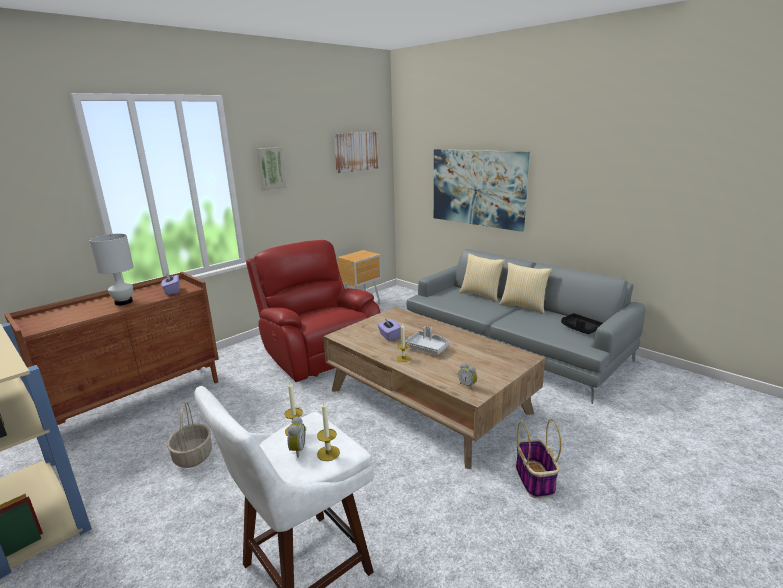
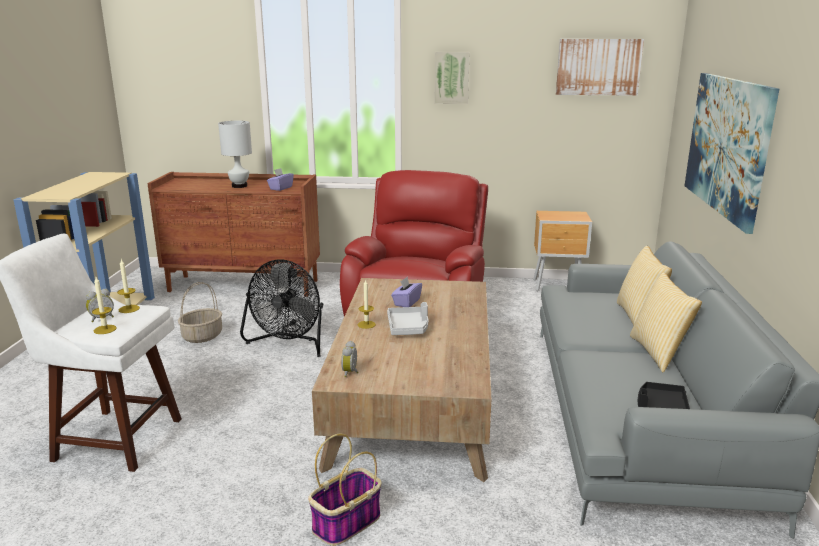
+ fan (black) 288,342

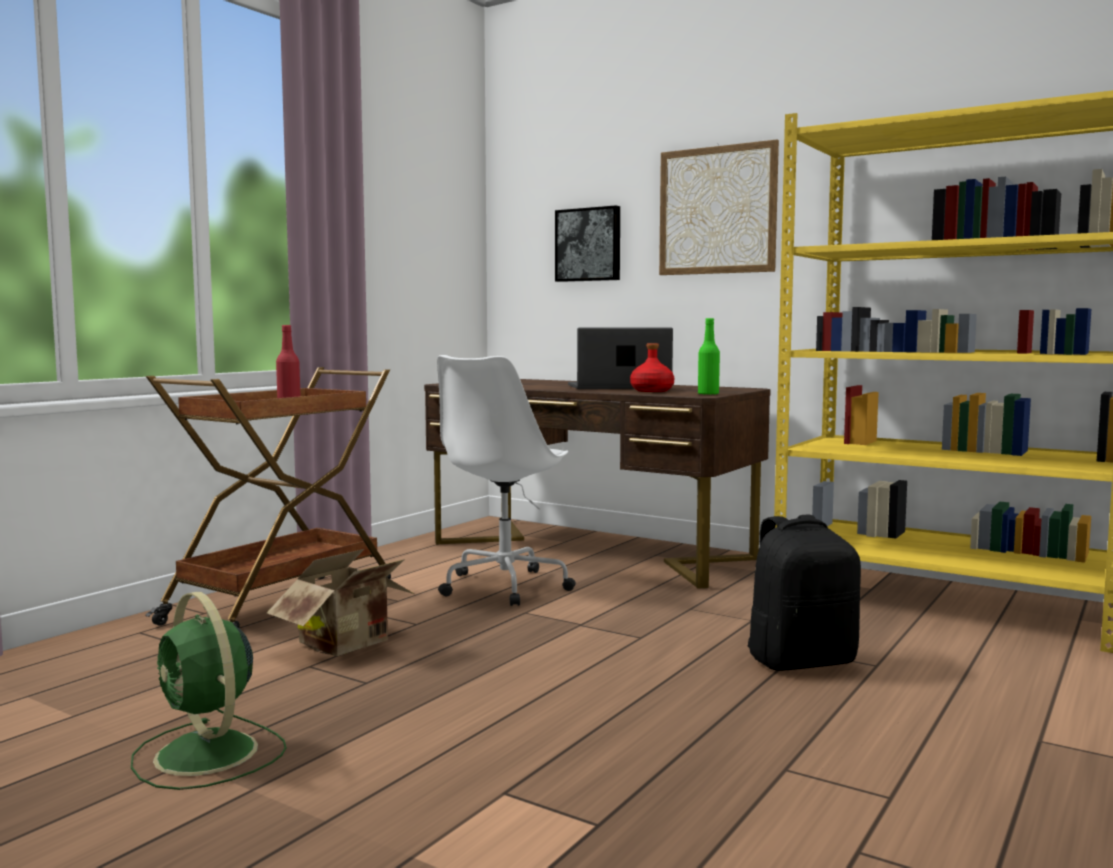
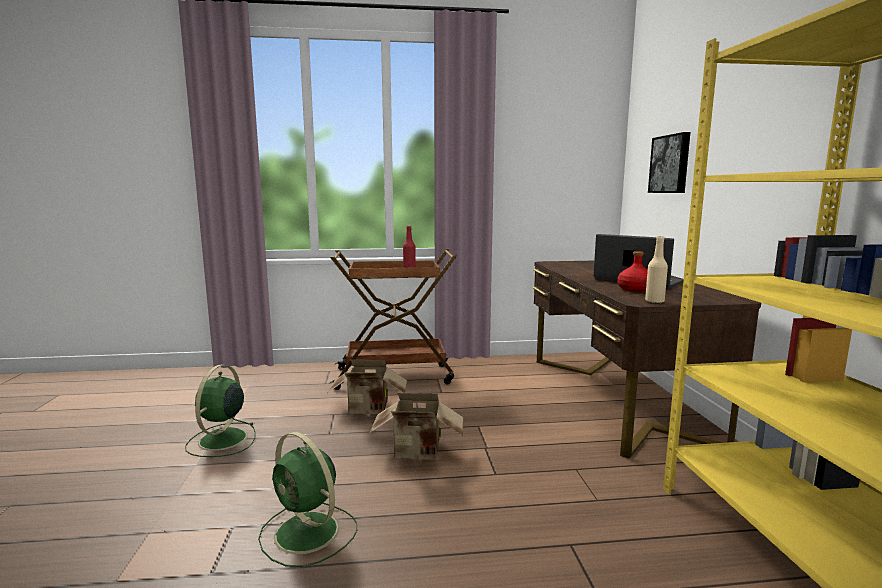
- picture 717,209
~ bottle (green) 708,394 to bottle (beige) 654,301
- office chair (white) 503,588
- backpack (black) 801,660
+ cardboard box 418,452
+ fan (green) 308,533

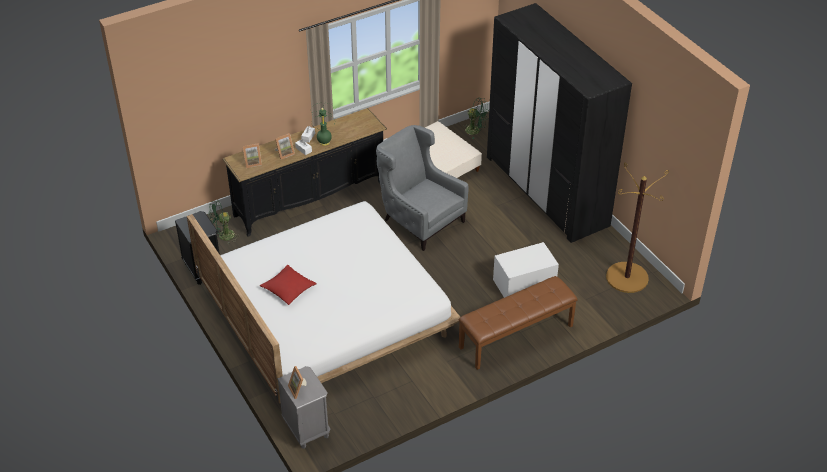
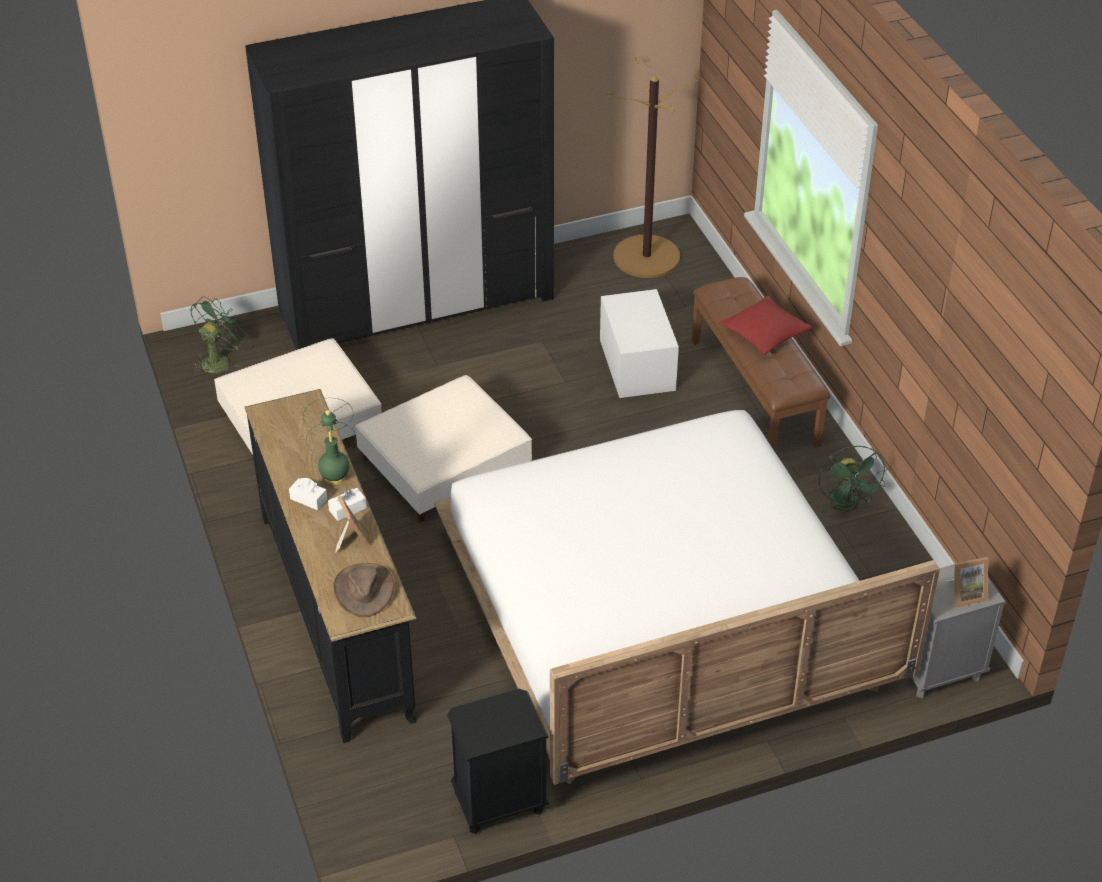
~ armchair (grey) 420,220 to ottoman (beige) 444,465
~ picture frame 252,162 to hat (brown) 364,590
~ fan (green) 223,236 to 847,506
~ pillow (red) 288,289 to 764,333

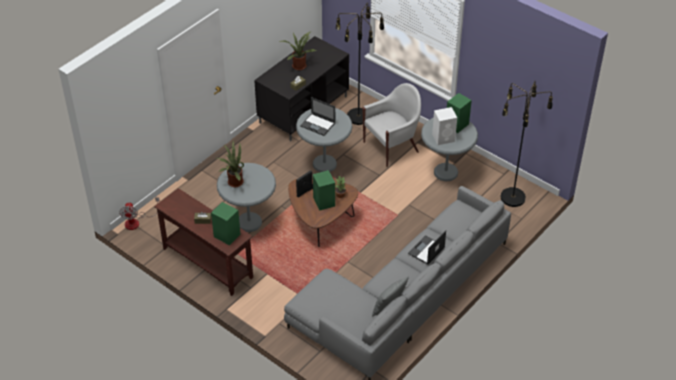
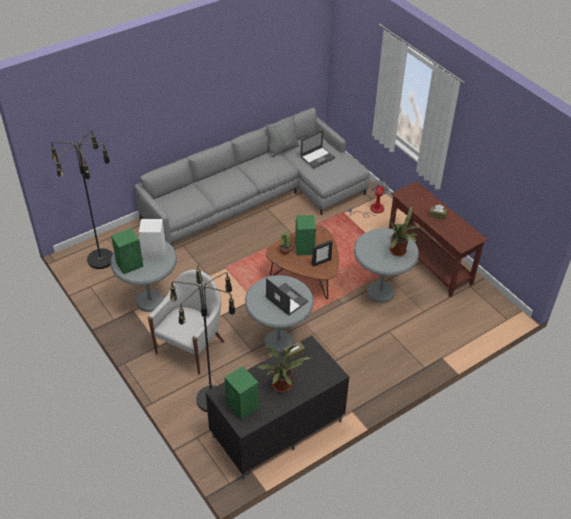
~ armchair (white) 392,147 = 191,347 135 degrees clockwise
~ fan 136,221 to 372,210
~ speaker (green) 226,235 to 242,406
~ laptop 426,250 to 317,157

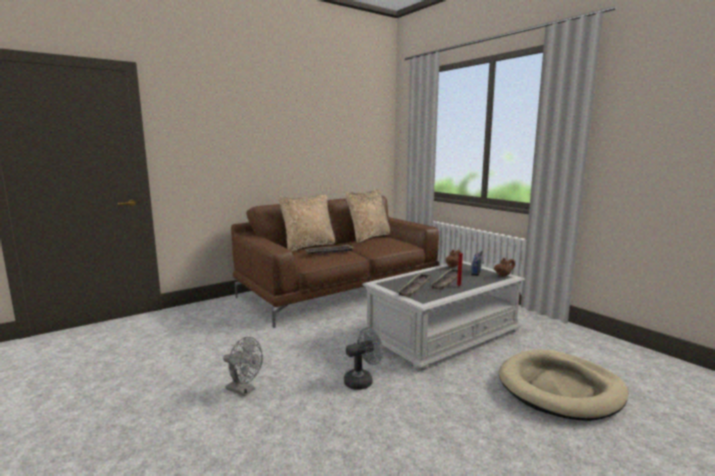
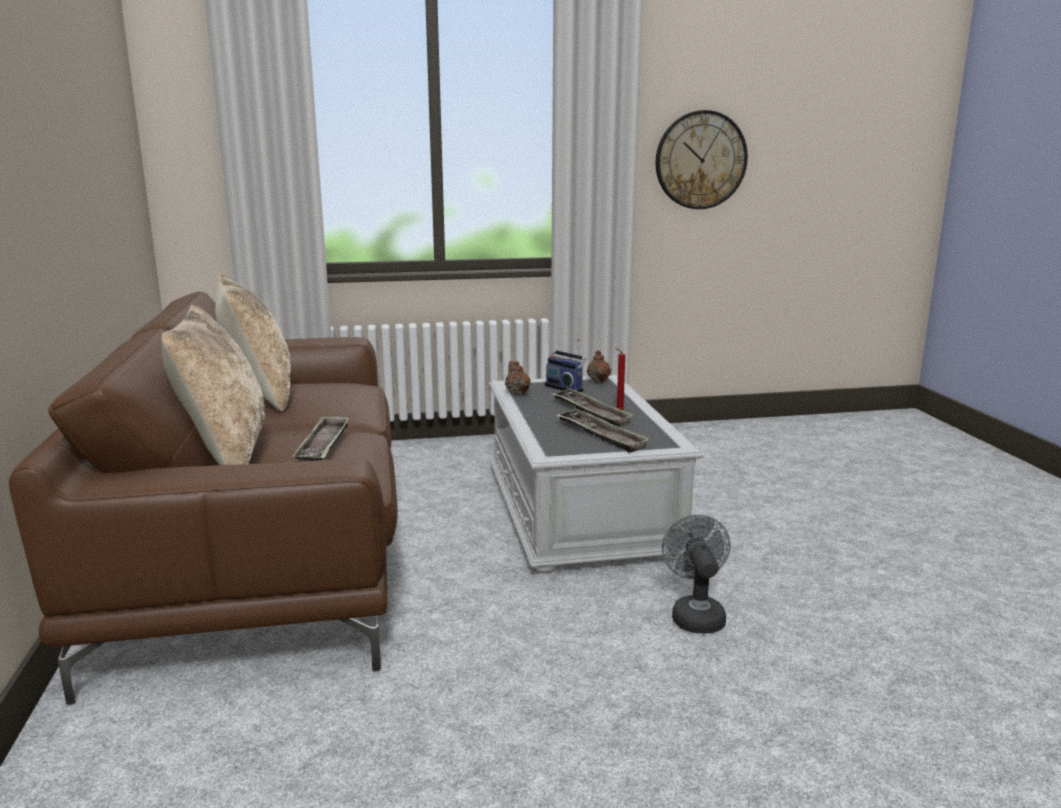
- fan (grey) 244,390
- dog bed (beige) 560,388
+ wall clock 700,160

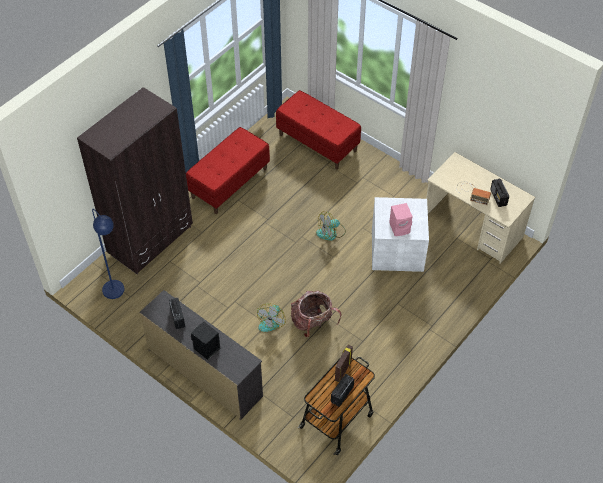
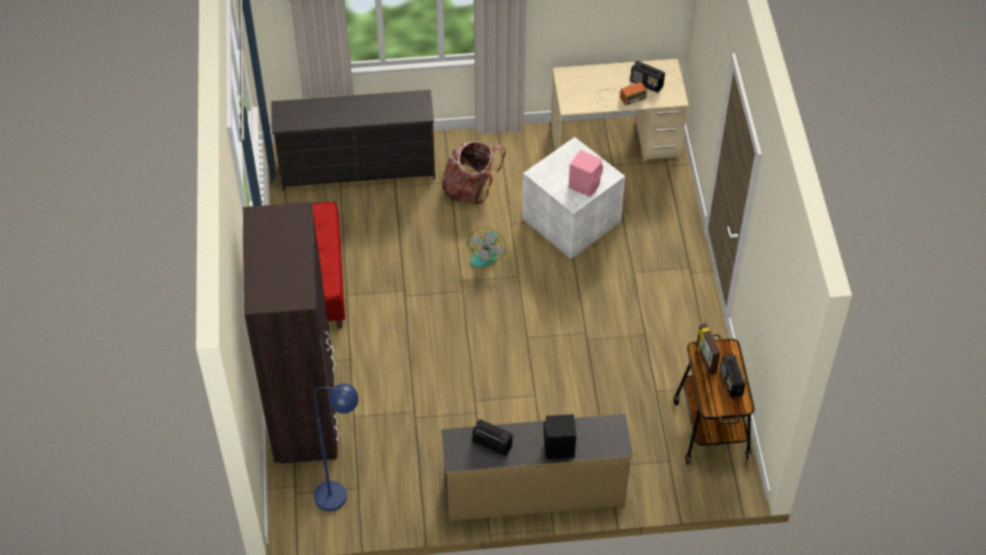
~ bench (red) 318,143 to dresser (black) 357,170
~ backpack 313,323 to 470,188
- fan 271,320

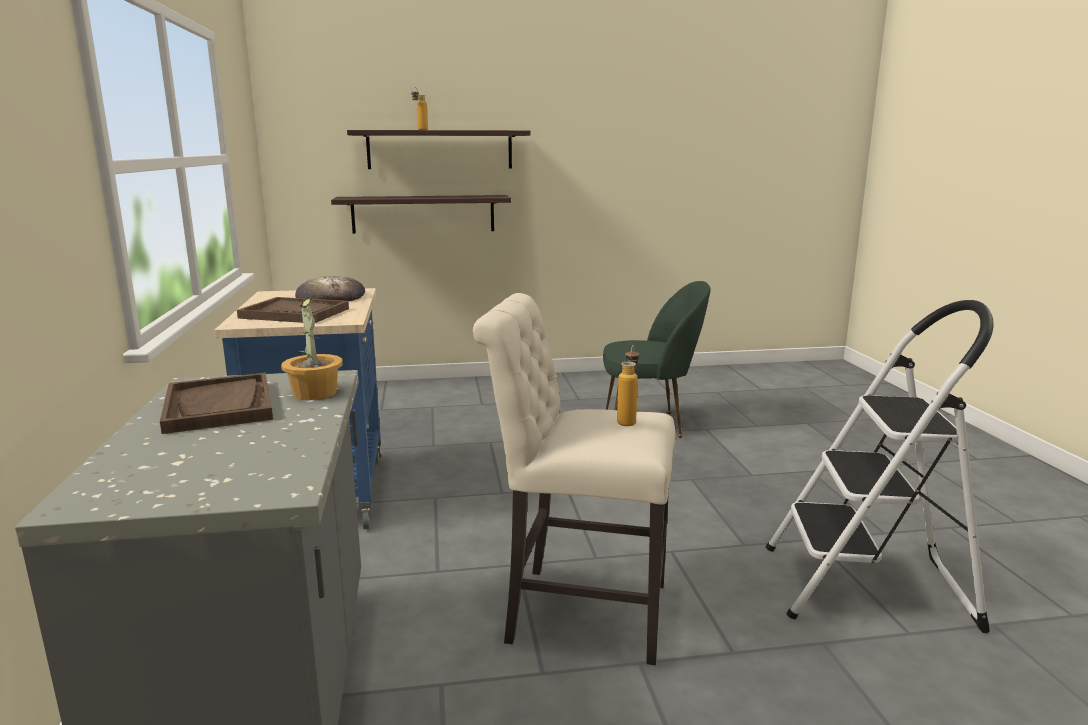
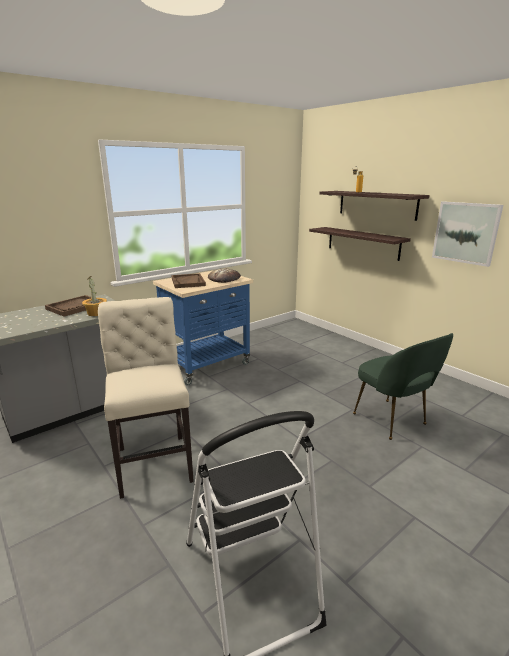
- bottle 628,420
+ picture 466,232

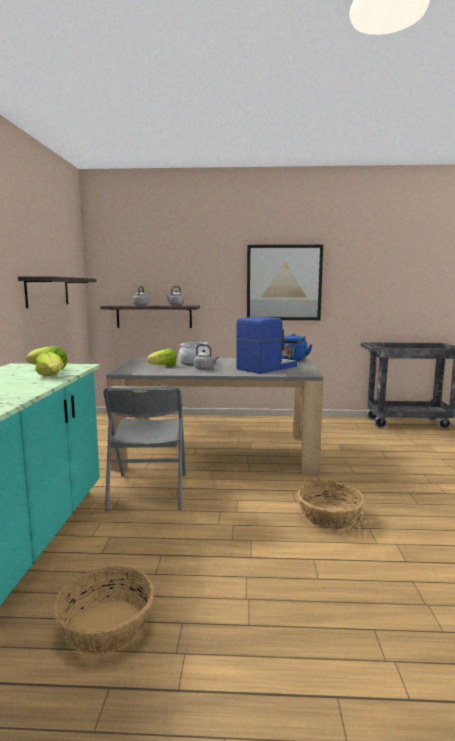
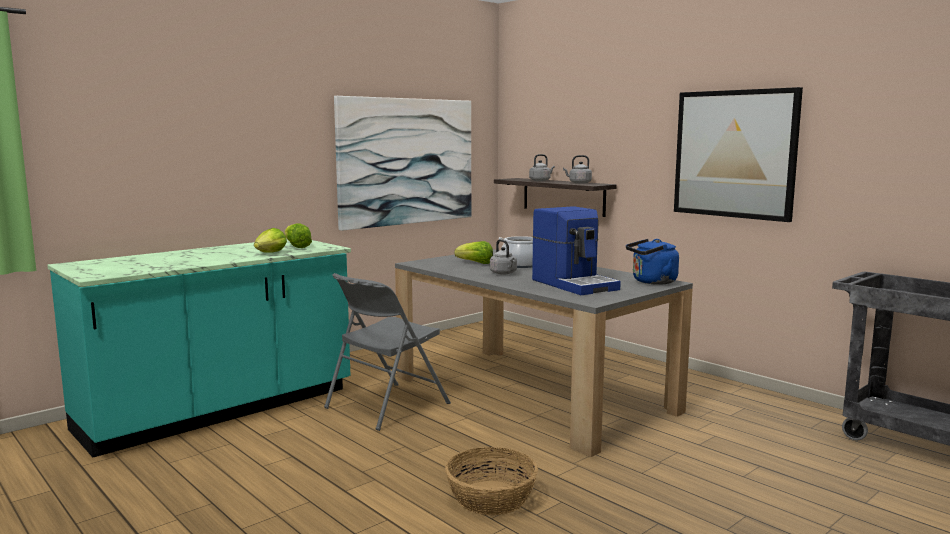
~ shelf 47,292 to picture 407,161
~ coffee machine 265,368 = 574,284 60 degrees clockwise
- basket 105,626

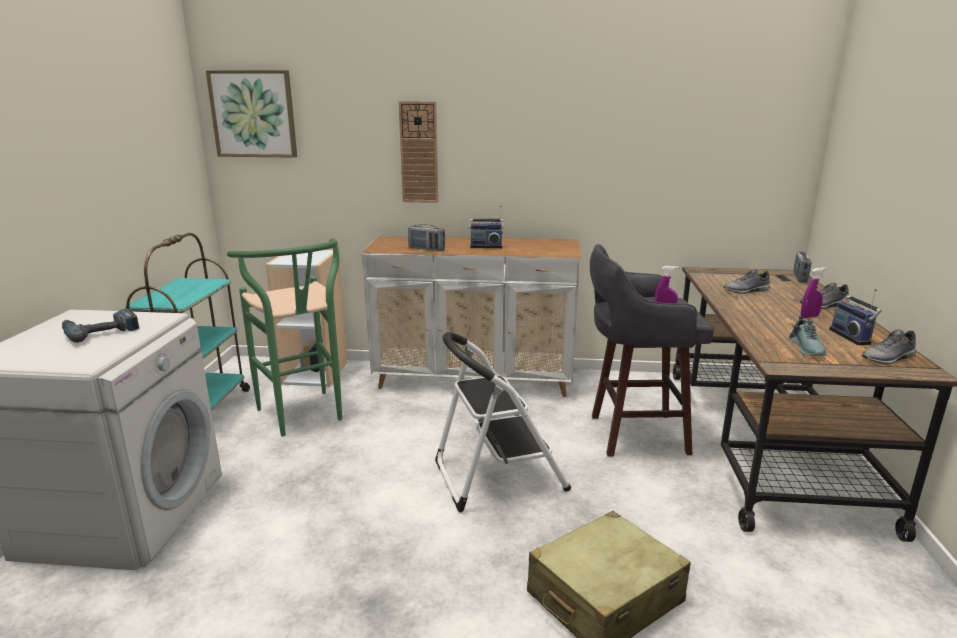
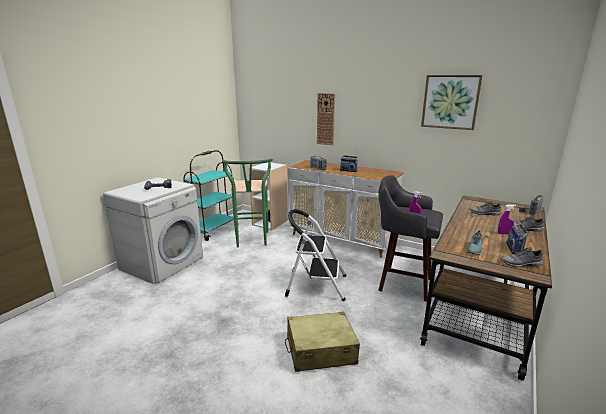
~ picture 253,114 to 450,102

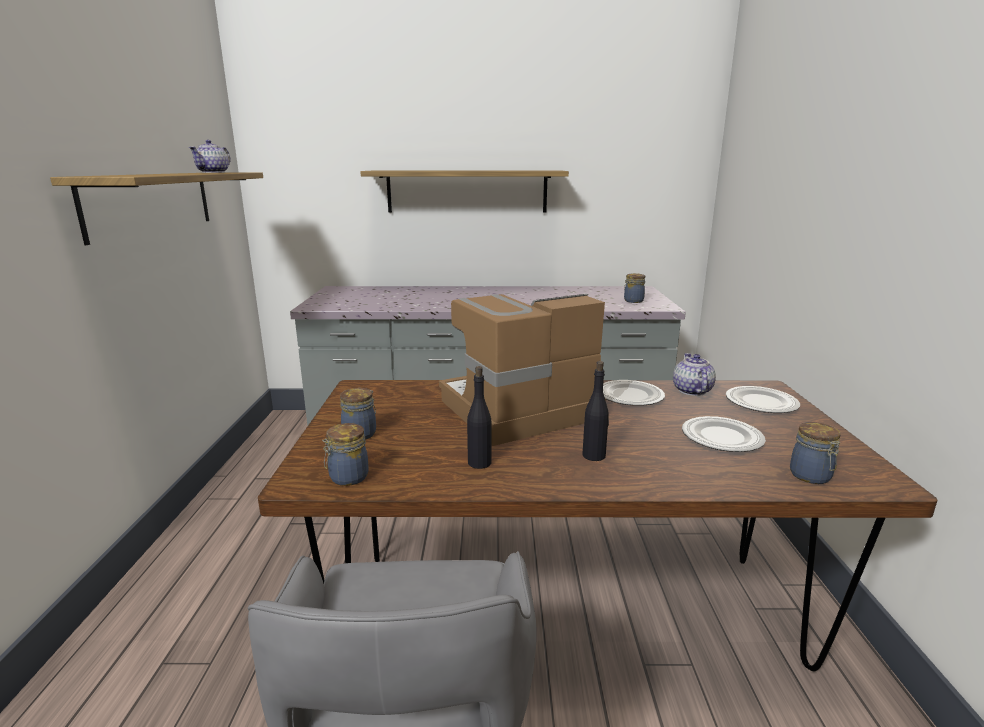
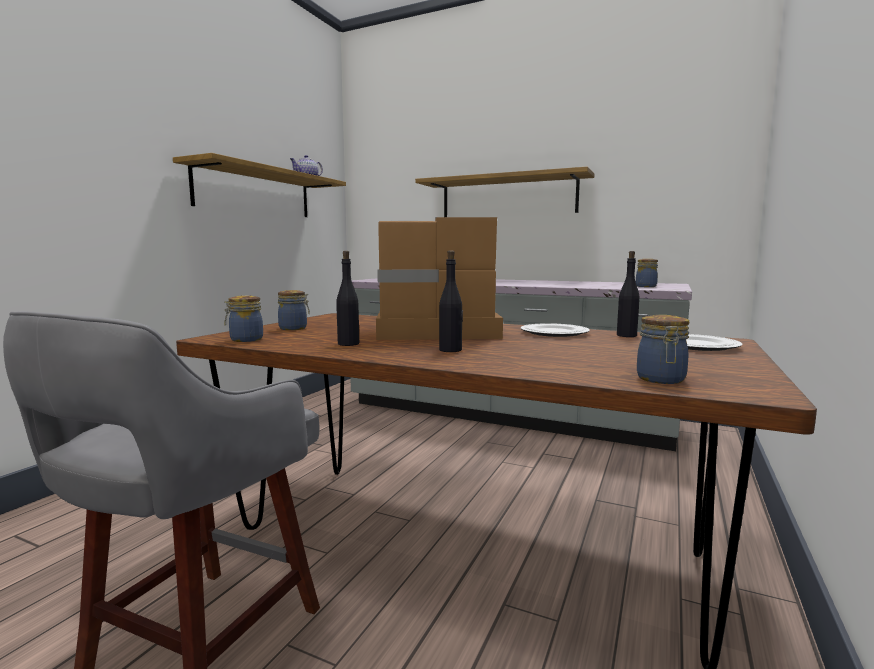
~ teapot 691,391 to bottle (black) 626,335
- plate 722,438

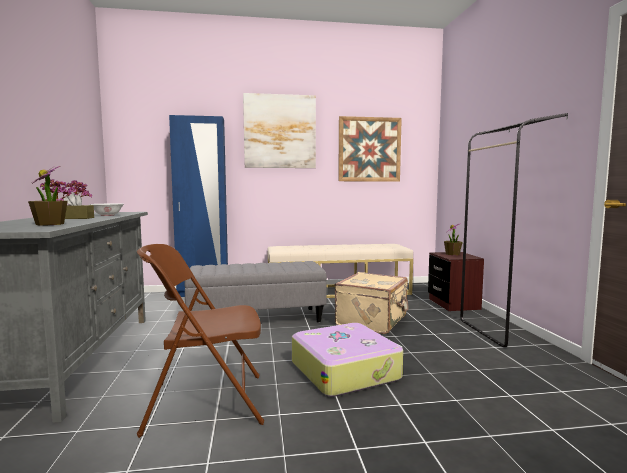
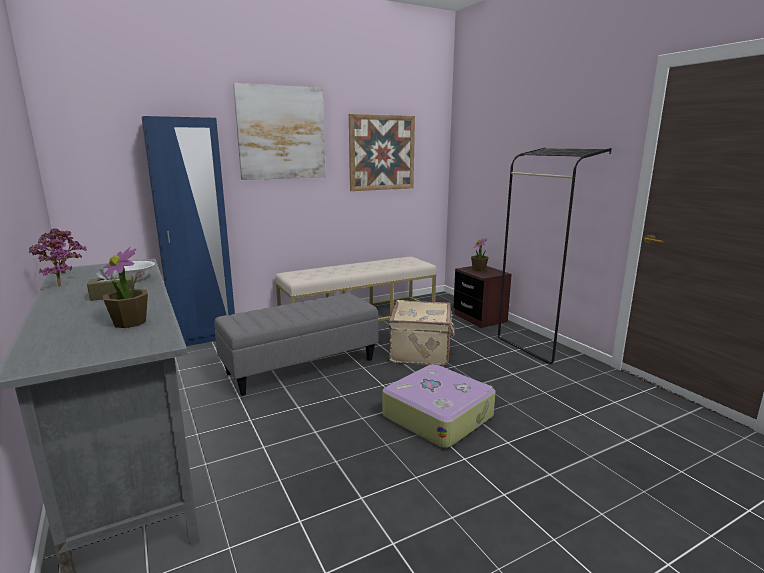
- chair (brown) 206,402

